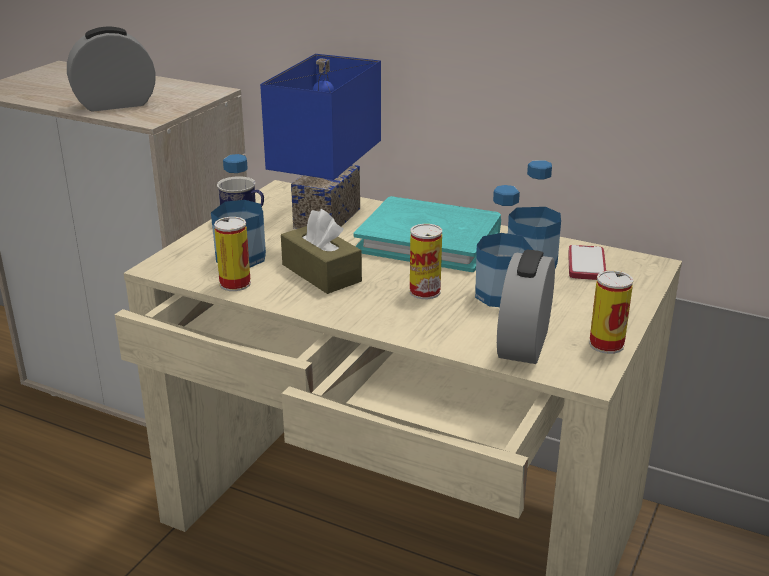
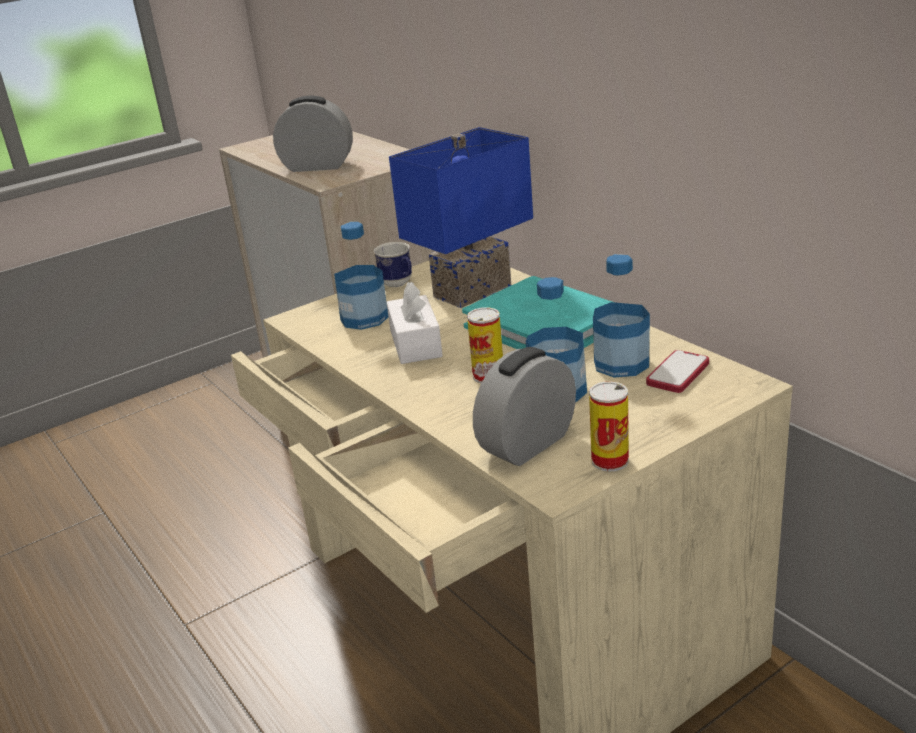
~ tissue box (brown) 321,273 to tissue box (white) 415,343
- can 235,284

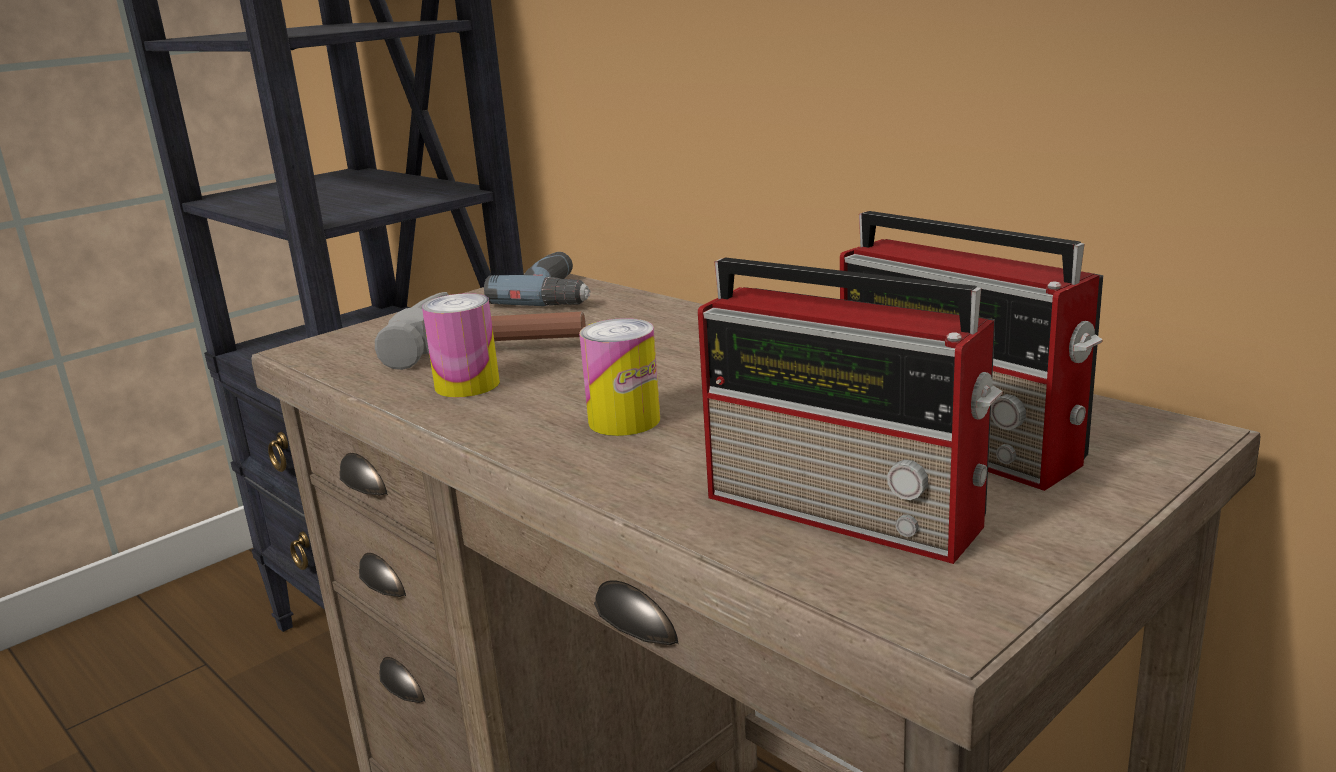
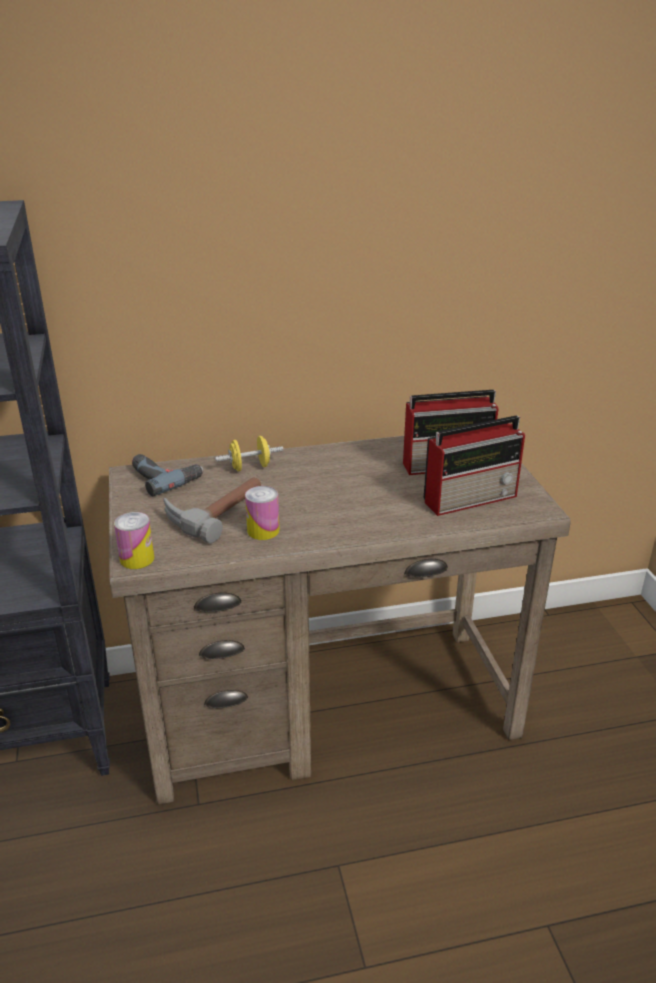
~ can 624,421 to 137,559
+ dumbbell (yellow) 250,467

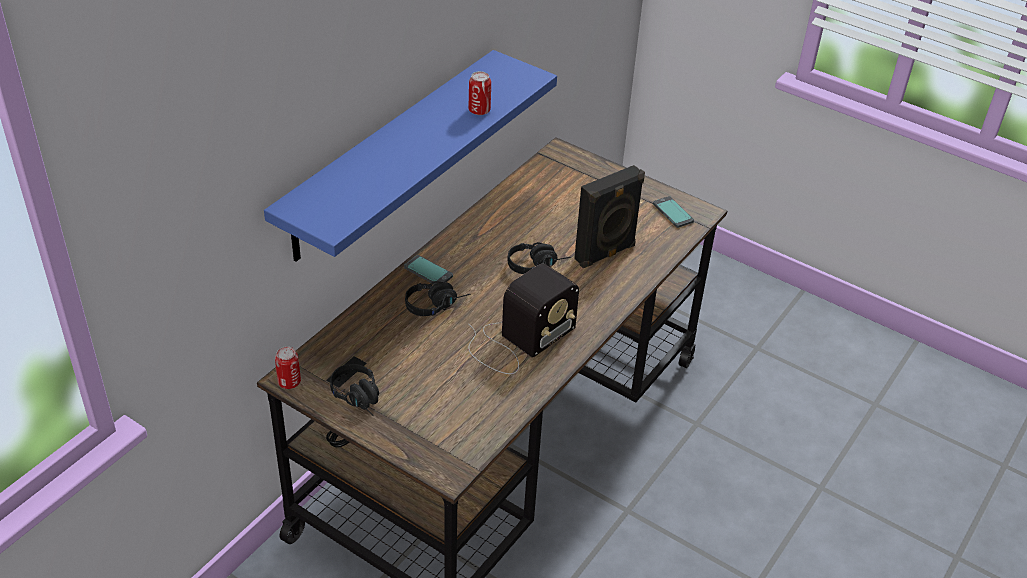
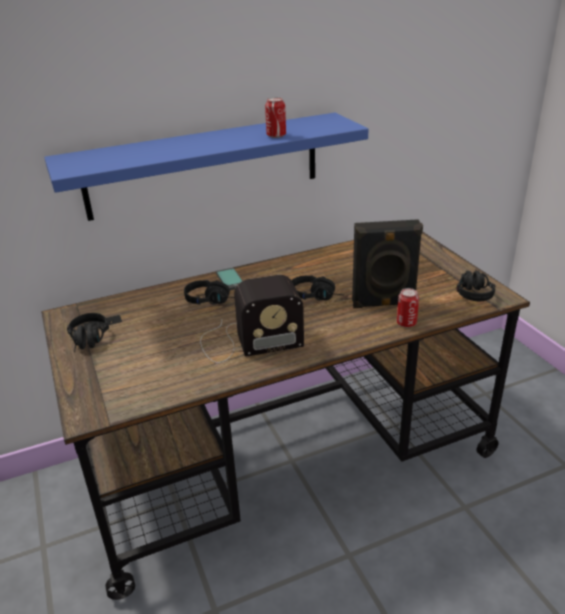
~ phone 672,213 to headphones (black) 472,291
~ can 289,382 to 406,323

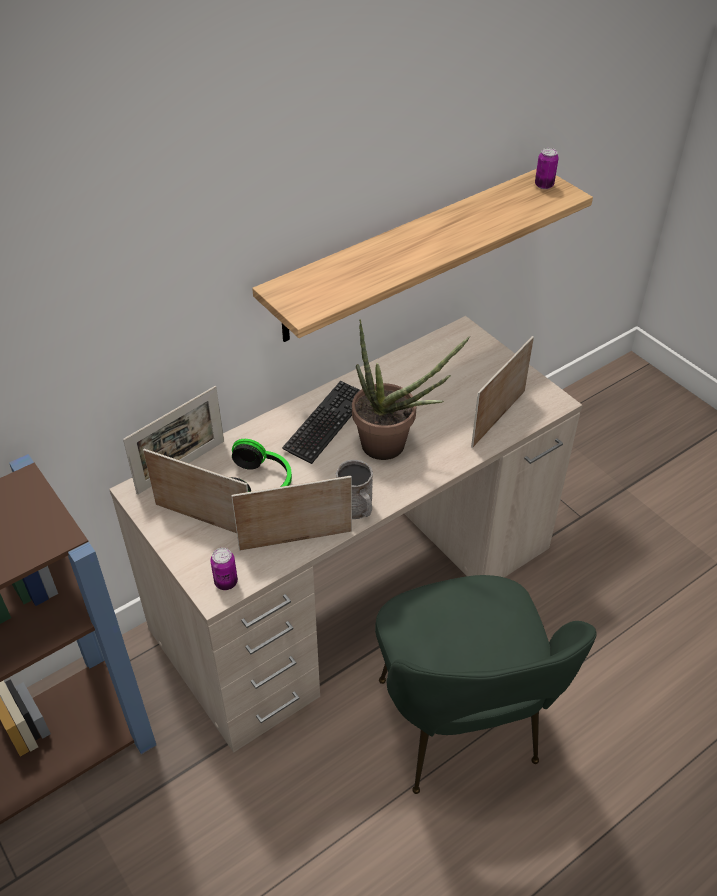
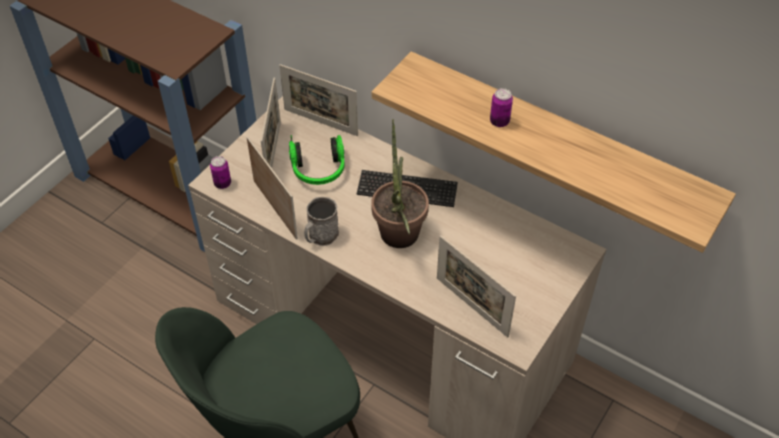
~ can 544,185 to 499,121
~ picture frame 498,418 = 471,307 150 degrees counterclockwise

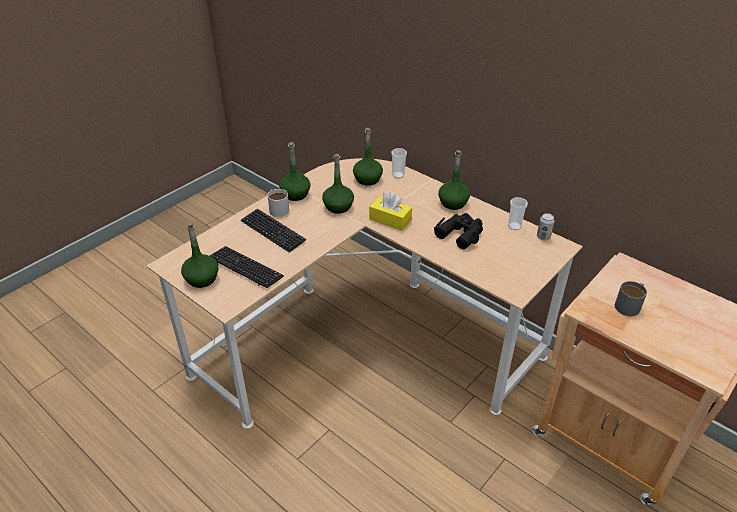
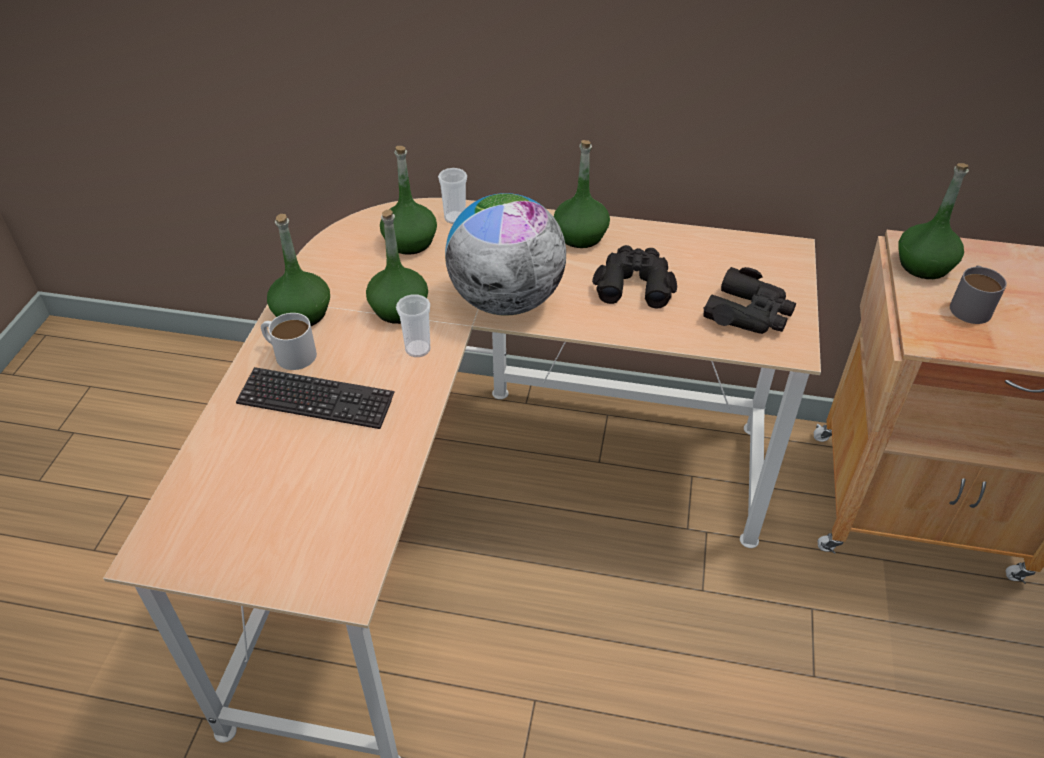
~ tissue box (yellow) 390,220 to globe 506,301
~ cup 514,226 to 418,349
- can 543,237
~ bottle (green) 202,278 to 923,265
- keyboard 245,268
+ binoculars (black) 749,313

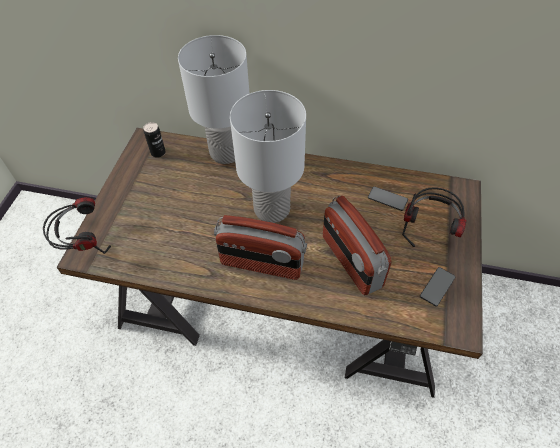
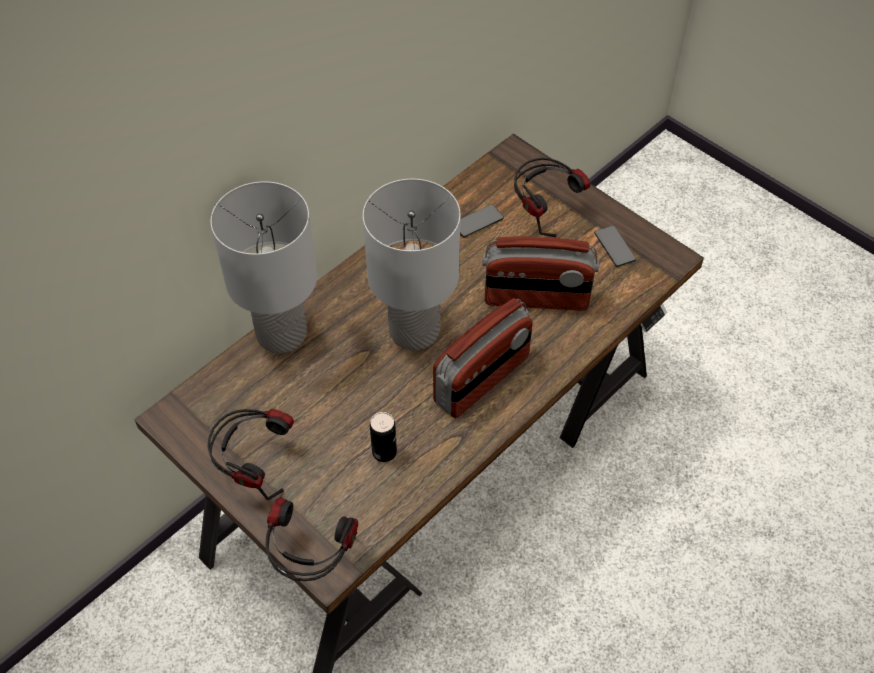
~ can 158,152 to 384,452
+ headphones 255,467

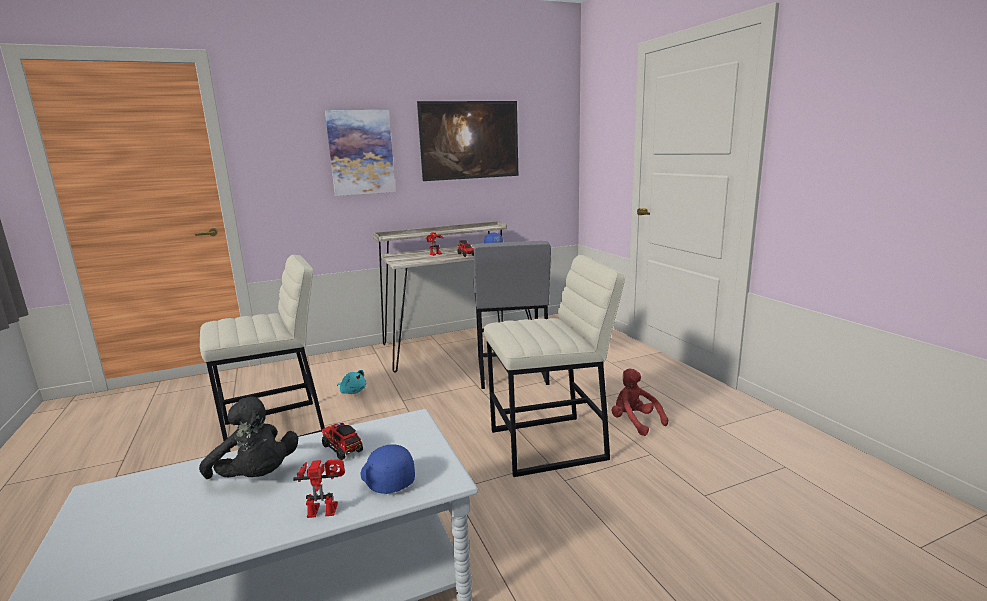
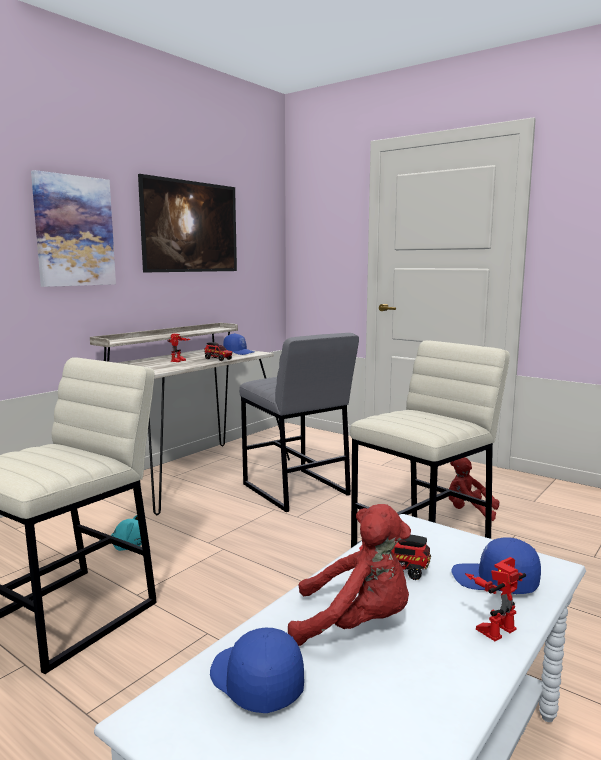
~ plush toy (black) 256,477 to plush toy (red) 356,624
+ cap (blue) 254,683

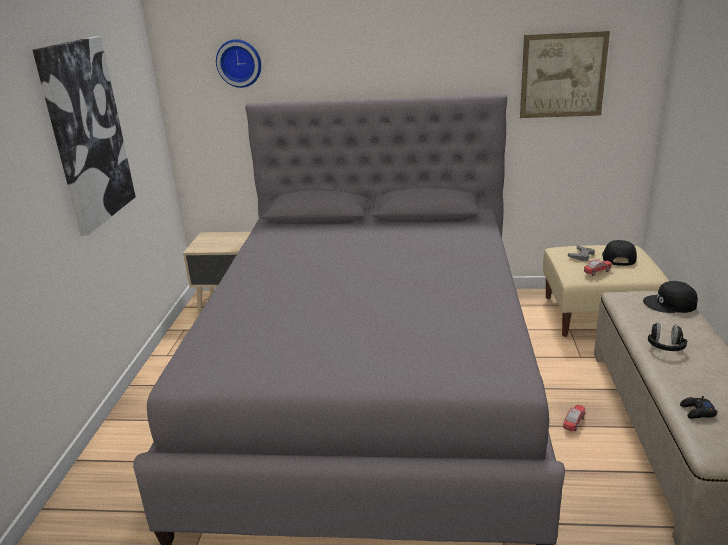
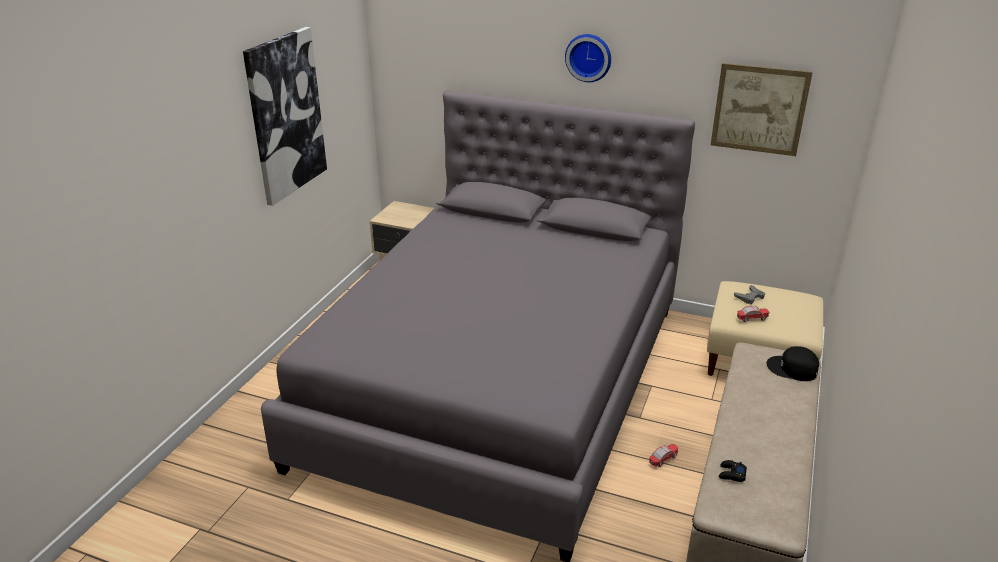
~ wall clock 239,63 to 589,57
- cap (black) 618,257
- headphones (black) 665,347

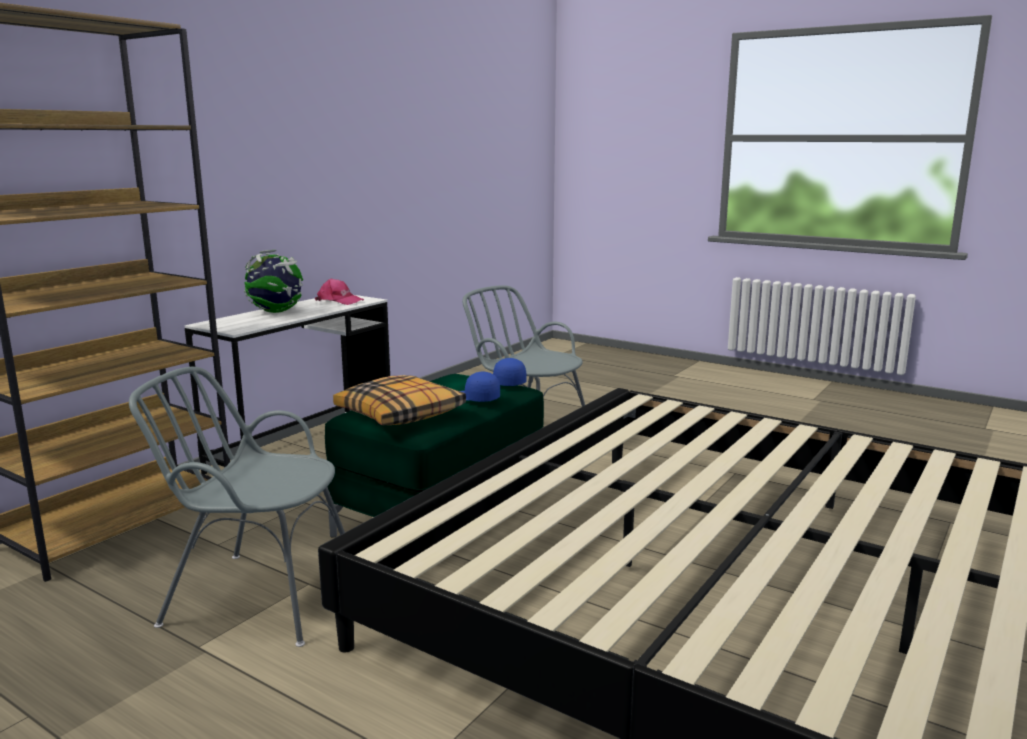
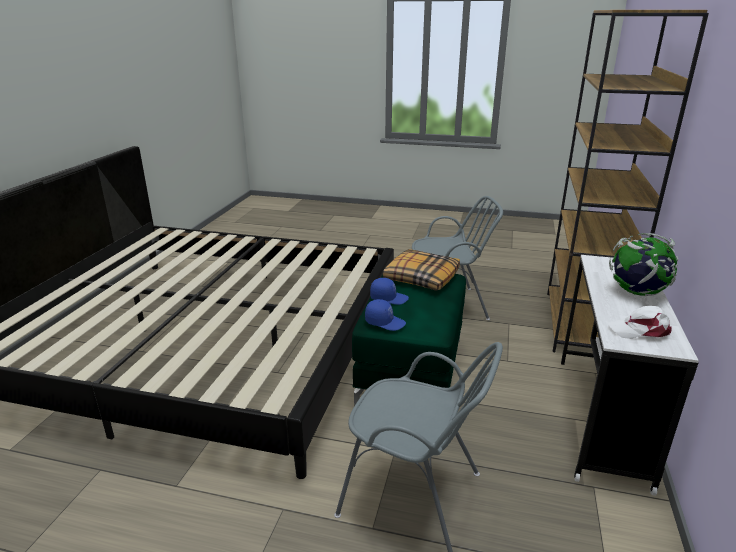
~ cap (pink) 339,301 to cap (white) 640,330

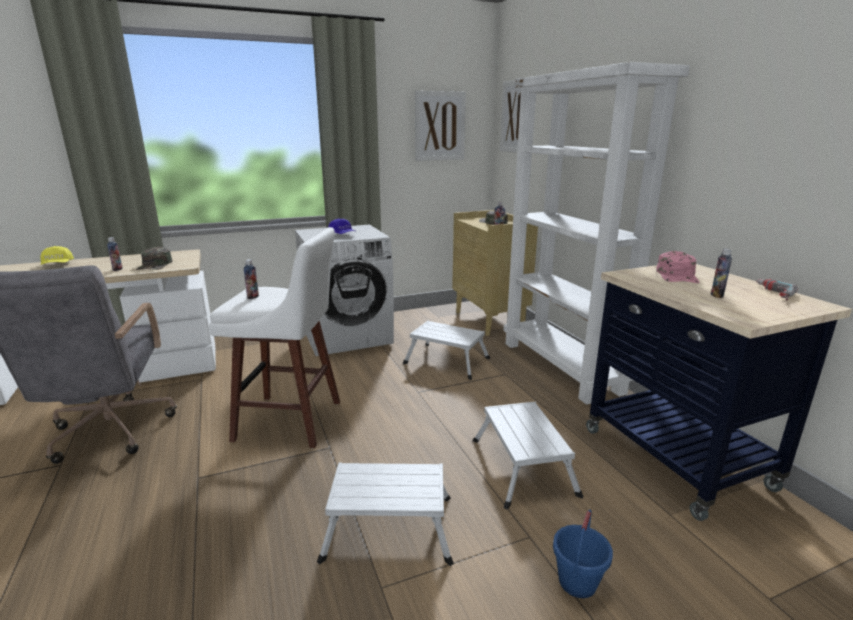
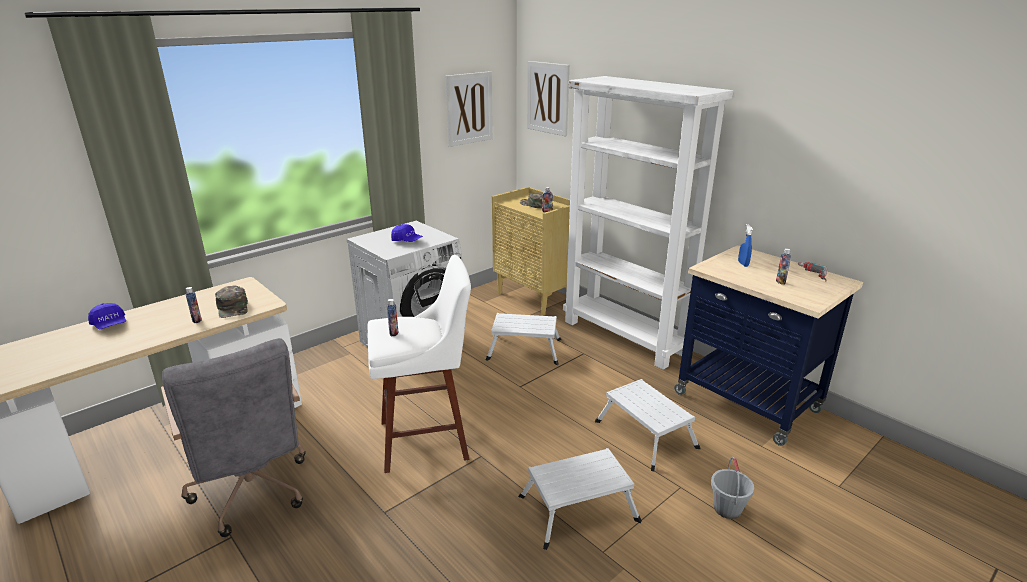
~ cap (yellow) 57,265 to cap (blue) 110,325
~ cap (pink) 677,276 to spray bottle (blue) 743,264
~ bucket (blue) 577,581 to bucket (grey) 727,508

